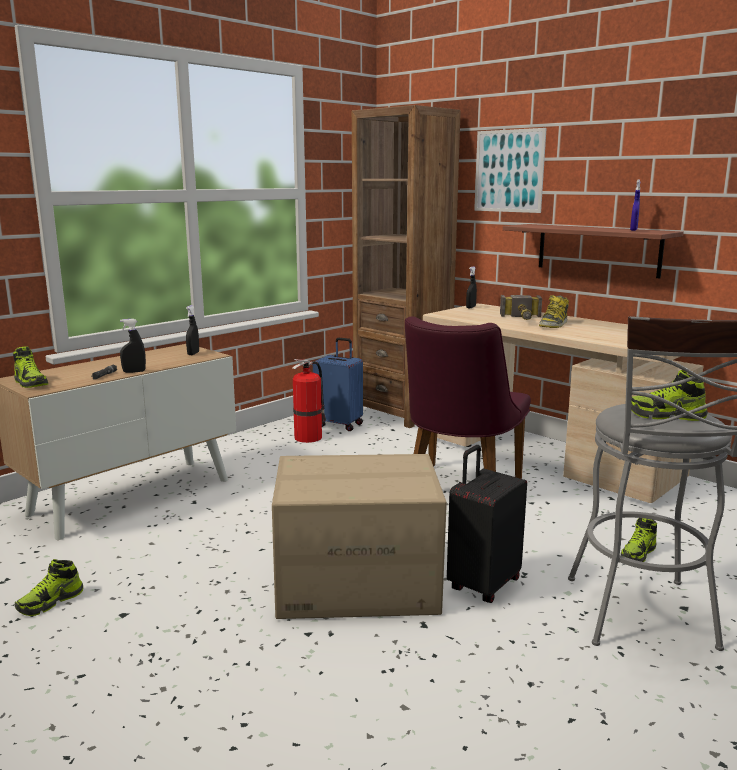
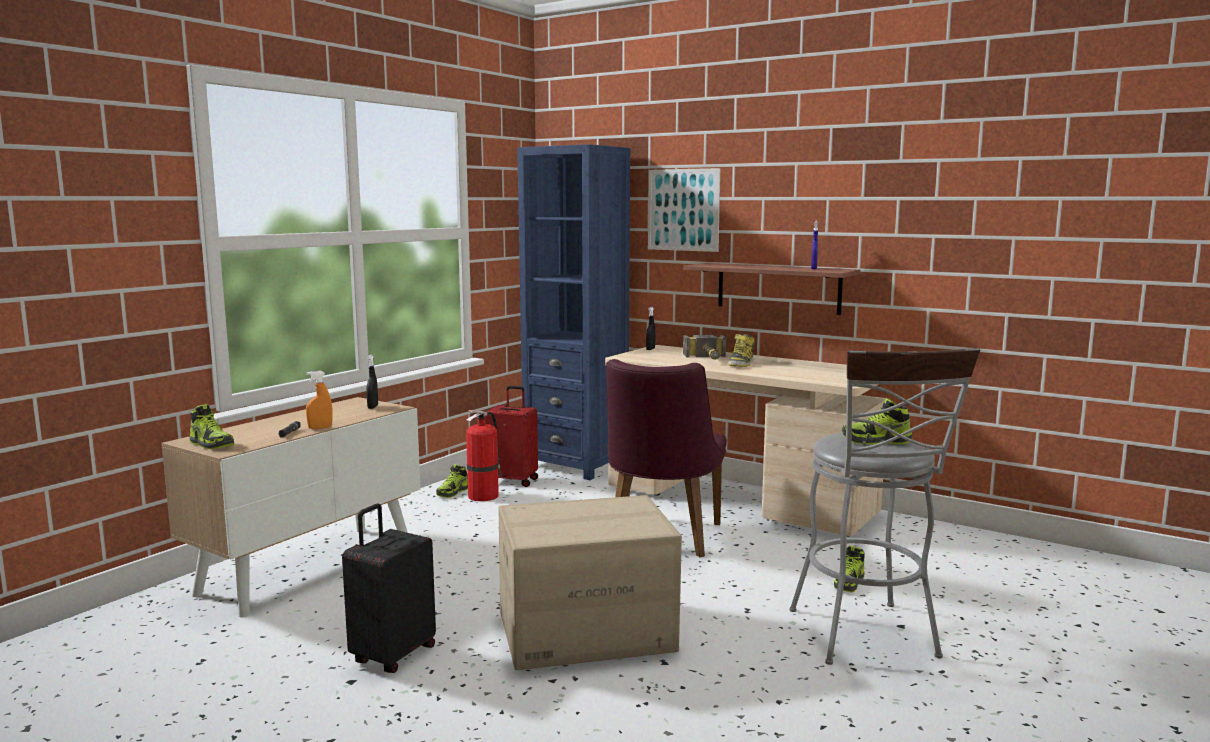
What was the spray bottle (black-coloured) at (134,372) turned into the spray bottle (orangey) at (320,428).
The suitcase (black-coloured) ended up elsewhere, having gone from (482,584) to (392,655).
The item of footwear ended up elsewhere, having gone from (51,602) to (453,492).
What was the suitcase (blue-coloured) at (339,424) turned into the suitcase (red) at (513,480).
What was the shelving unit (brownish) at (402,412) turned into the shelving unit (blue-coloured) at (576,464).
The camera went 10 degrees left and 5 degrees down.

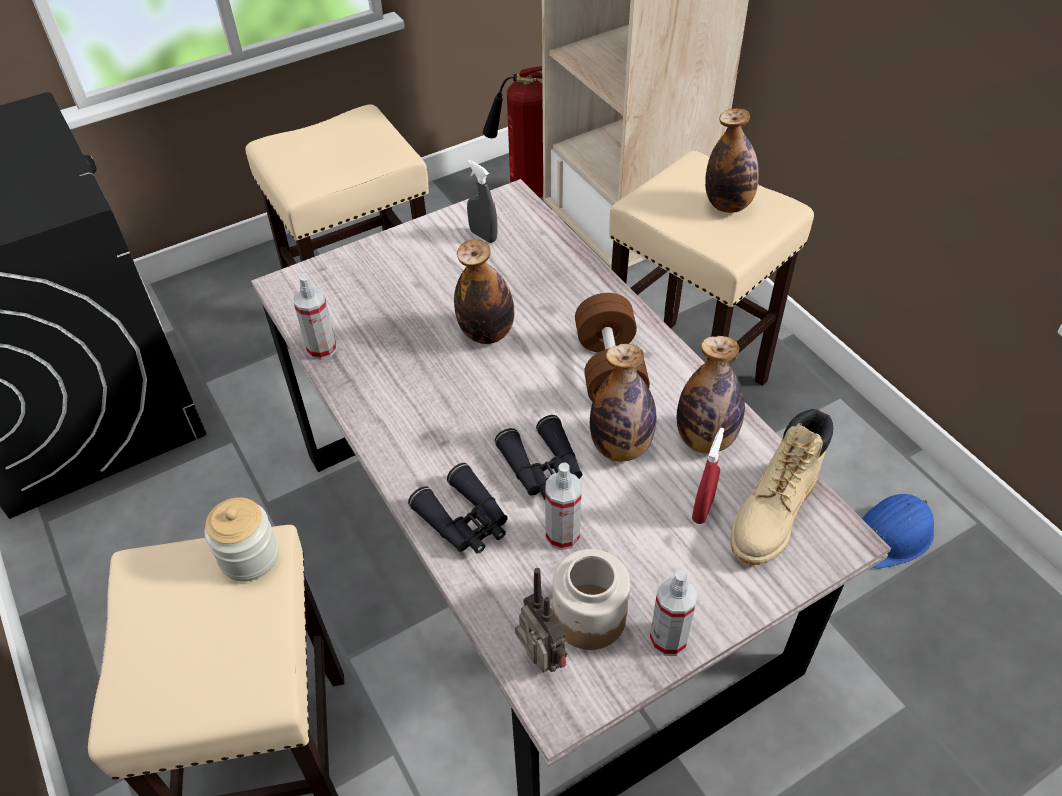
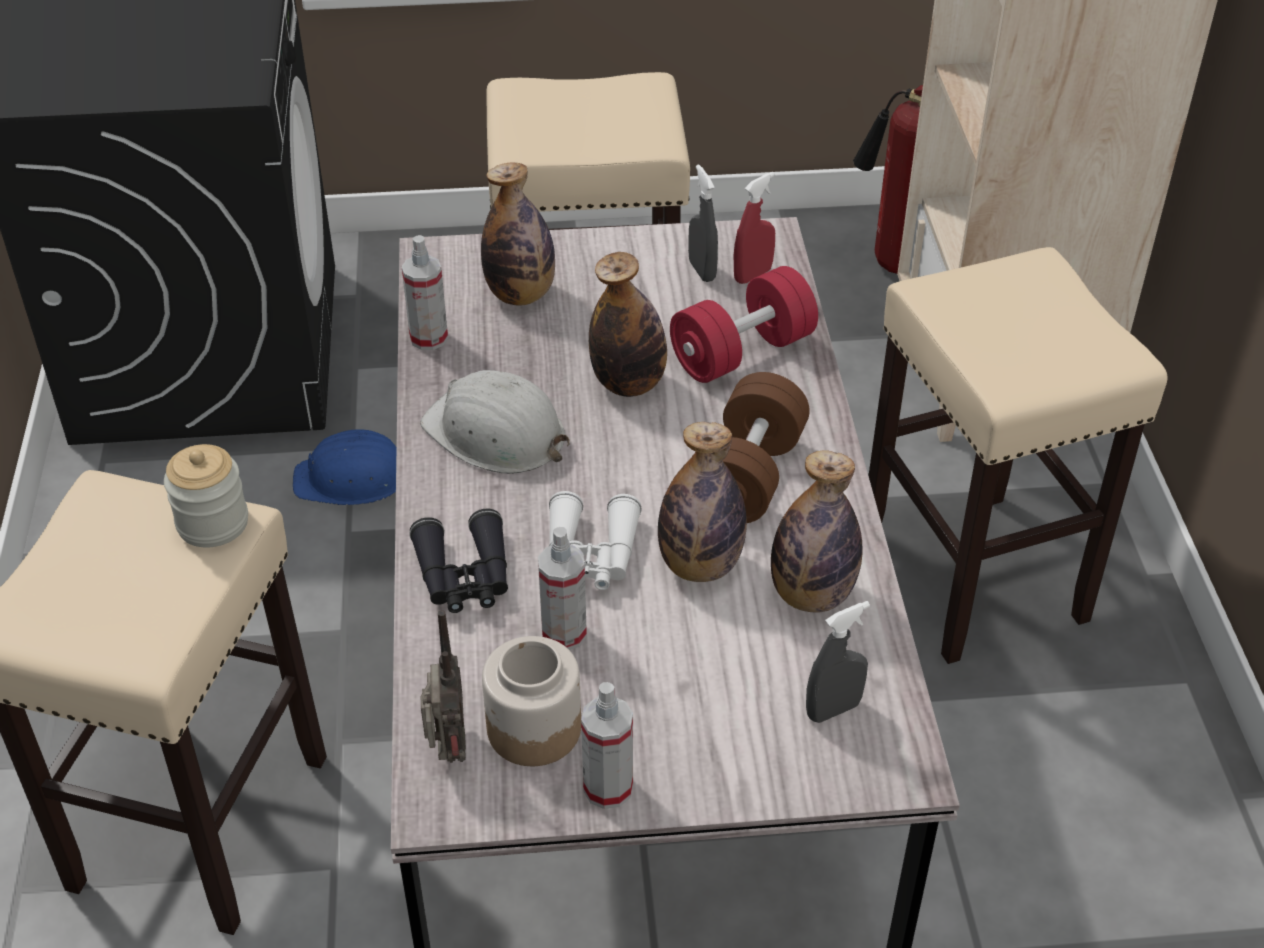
The safety helmet (blue-coloured) ended up elsewhere, having gone from (892,535) to (352,478).
The second view gained the safety helmet (white) at (496,434).
The beverage bottle ended up elsewhere, having gone from (728,205) to (521,295).
What was the pair of binoculars (black-coloured) at (543,469) turned into the pair of binoculars (white) at (591,556).
The second view gained the free weight (red) at (742,352).
The spray bottle (red) ended up elsewhere, having gone from (703,509) to (752,275).
Where the tall boot (beige-coloured) stood at (773,515), the spray bottle (gray) came to stand at (833,710).
The camera went 25 degrees right and 5 degrees down.

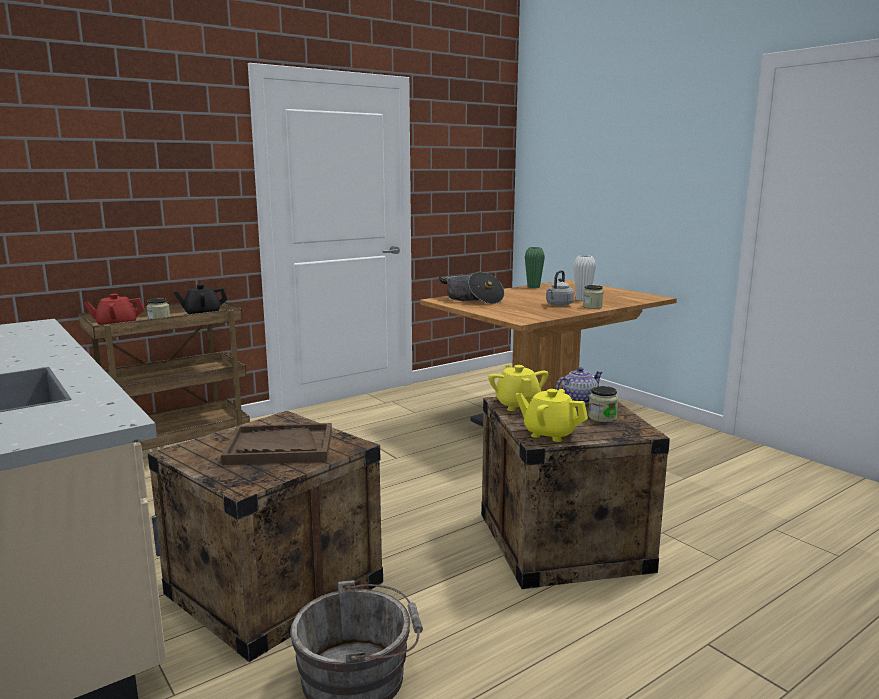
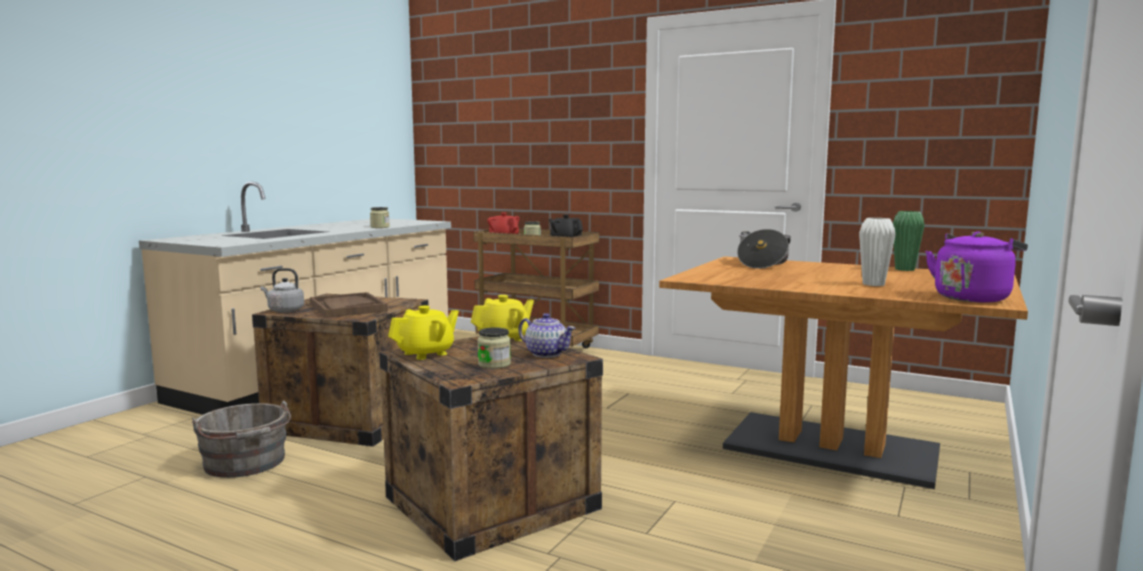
The kettle (gray) ended up elsewhere, having gone from (558,305) to (284,310).
The jar ended up elsewhere, having gone from (592,306) to (380,227).
The teapot (yellow-coloured) at (549,434) ended up facing another way, 45 degrees clockwise from before.
The second view gained the kettle (purplish) at (972,298).
The camera went 65 degrees right and 5 degrees down.

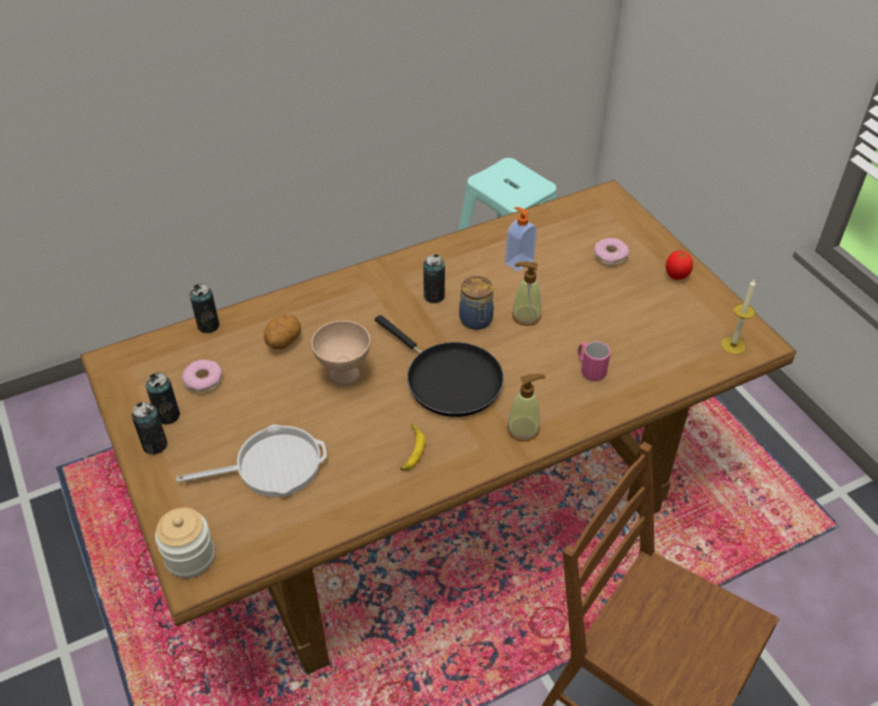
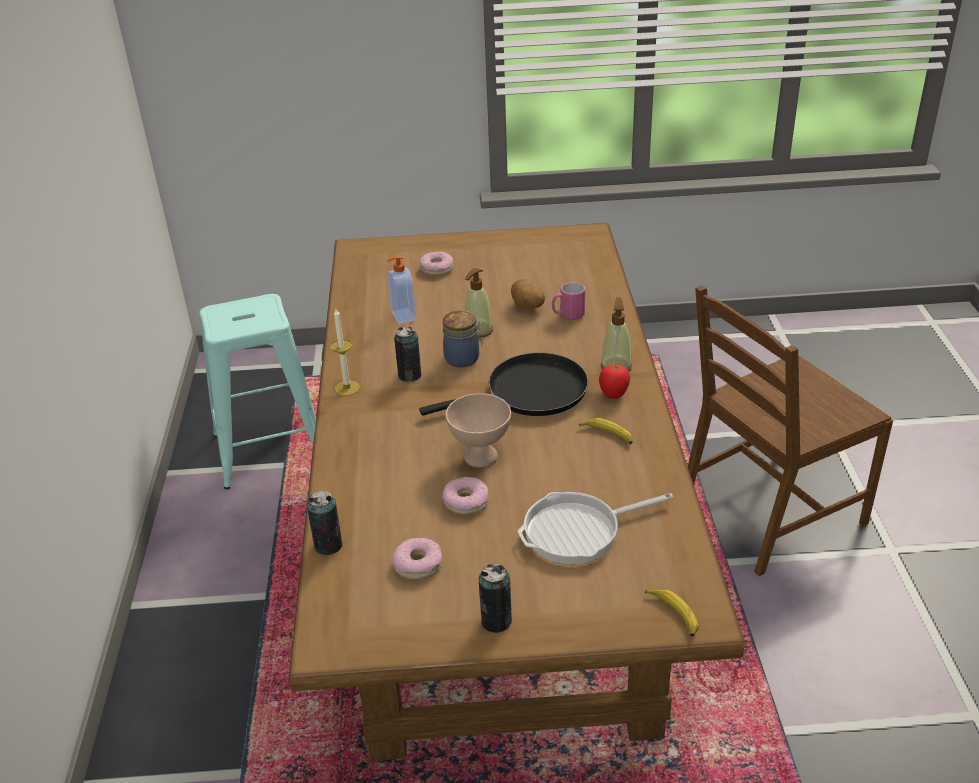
The wax light ended up elsewhere, having gone from (733,346) to (347,388).
The second view gained the doughnut at (466,501).
The spud ended up elsewhere, having gone from (283,342) to (527,307).
The frying pan at (272,466) ended up facing another way, 120 degrees counterclockwise from before.
The fresh tomato ended up elsewhere, having gone from (676,276) to (614,395).
Where the jar stood at (190,557), the whole banana came to stand at (673,615).
The second view lost the metal can at (168,415).
The camera went 65 degrees left and 10 degrees down.

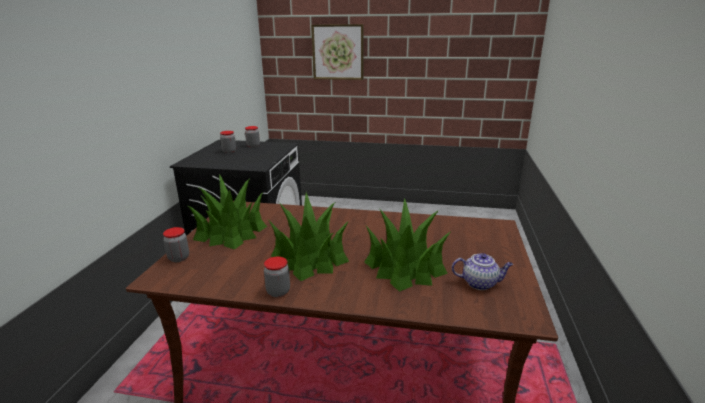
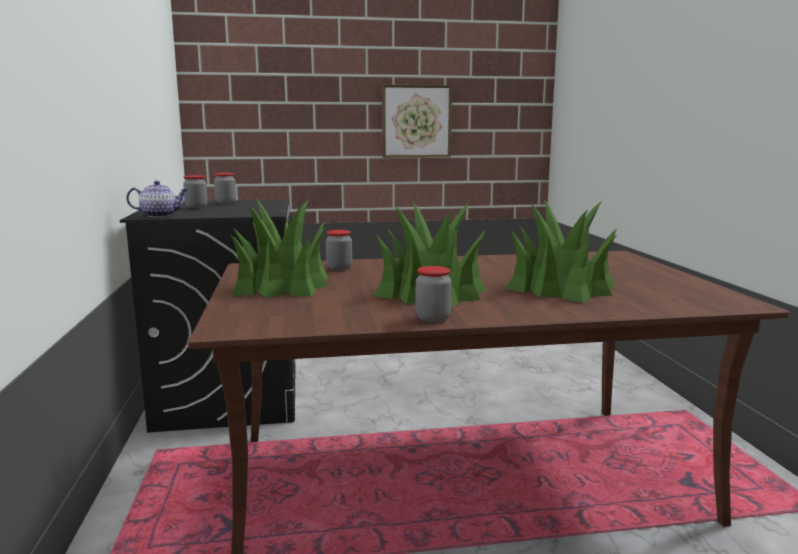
The teapot ended up elsewhere, having gone from (480,283) to (160,215).
The jar ended up elsewhere, having gone from (179,258) to (339,268).
The wall picture ended up elsewhere, having gone from (338,52) to (416,121).
The camera went 20 degrees left and 10 degrees down.

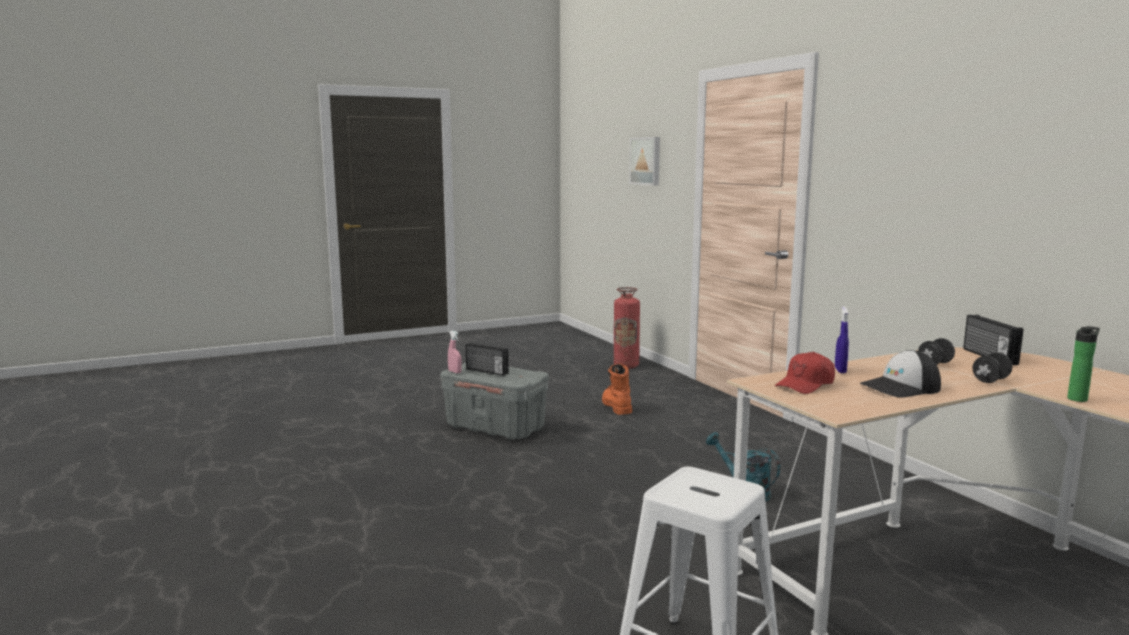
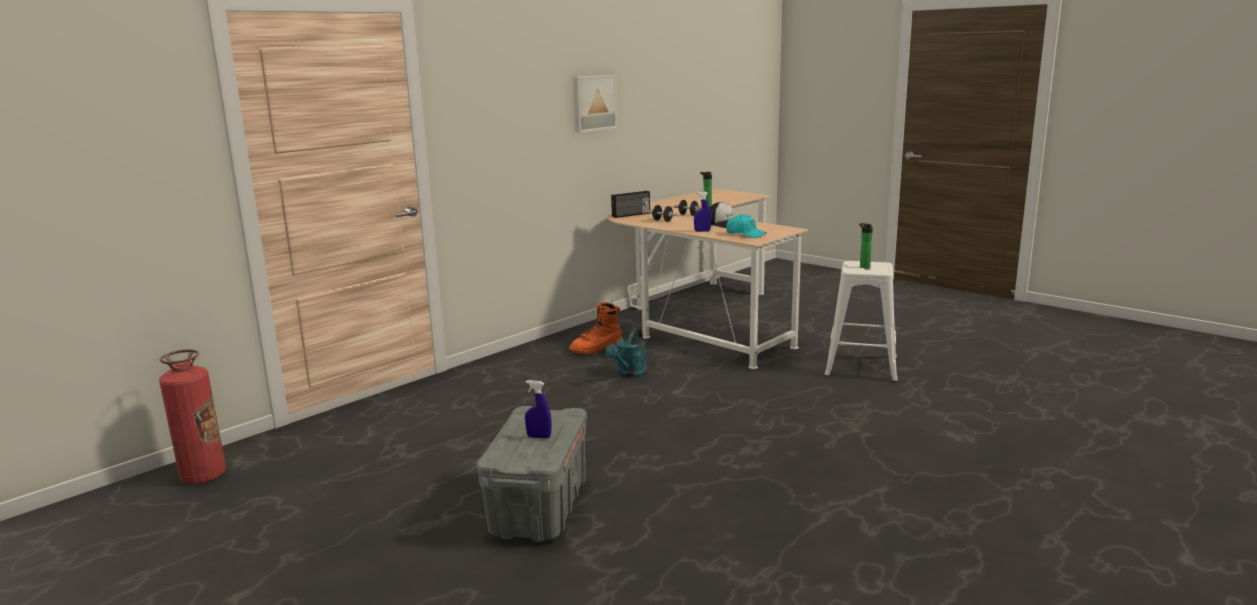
Where the radio stood at (486,371), the spray bottle (blue-coloured) came to stand at (539,437).
The tall boot (orangey) ended up elsewhere, having gone from (616,406) to (597,348).
The wall picture ended up elsewhere, having gone from (646,161) to (593,103).
What was the peaked cap (red) at (806,385) turned into the peaked cap (turquoise) at (745,234).
The second view gained the beverage bottle at (864,266).
The second view lost the spray bottle (pinkish) at (455,372).
The camera went 110 degrees left and 5 degrees up.

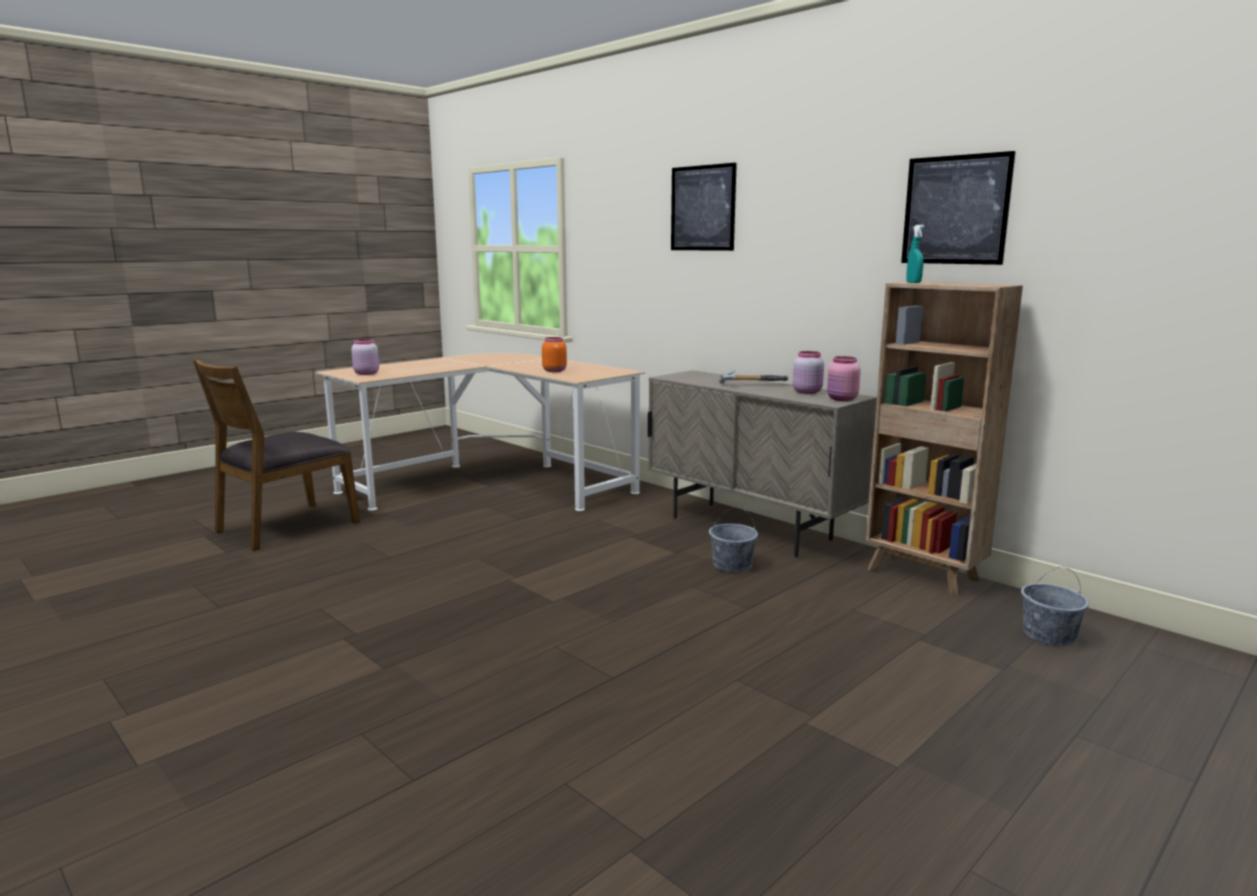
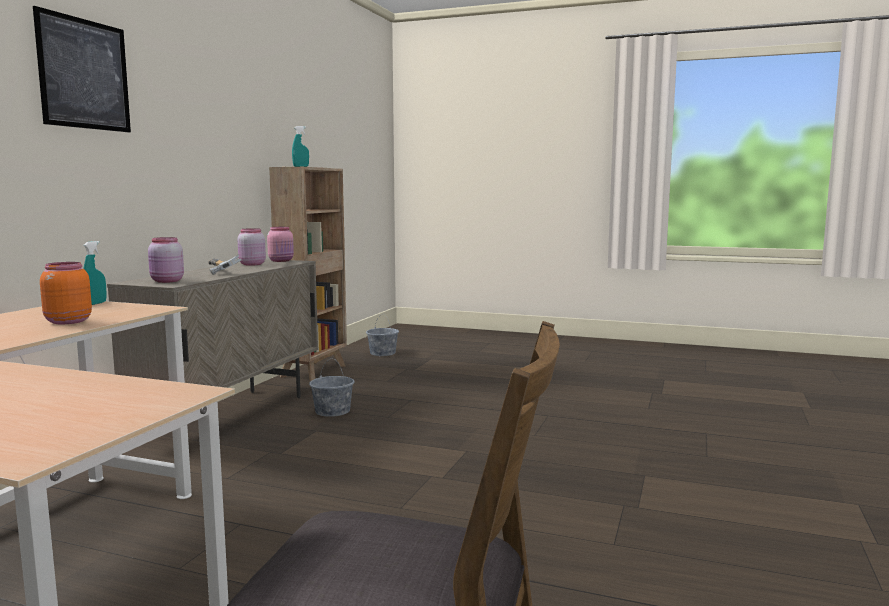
The second view gained the spray bottle (turquoise) at (95,303).
The jar (pinkish) ended up elsewhere, having gone from (366,373) to (166,281).
The second view lost the wall picture at (955,210).
The camera went 115 degrees left and 5 degrees down.

